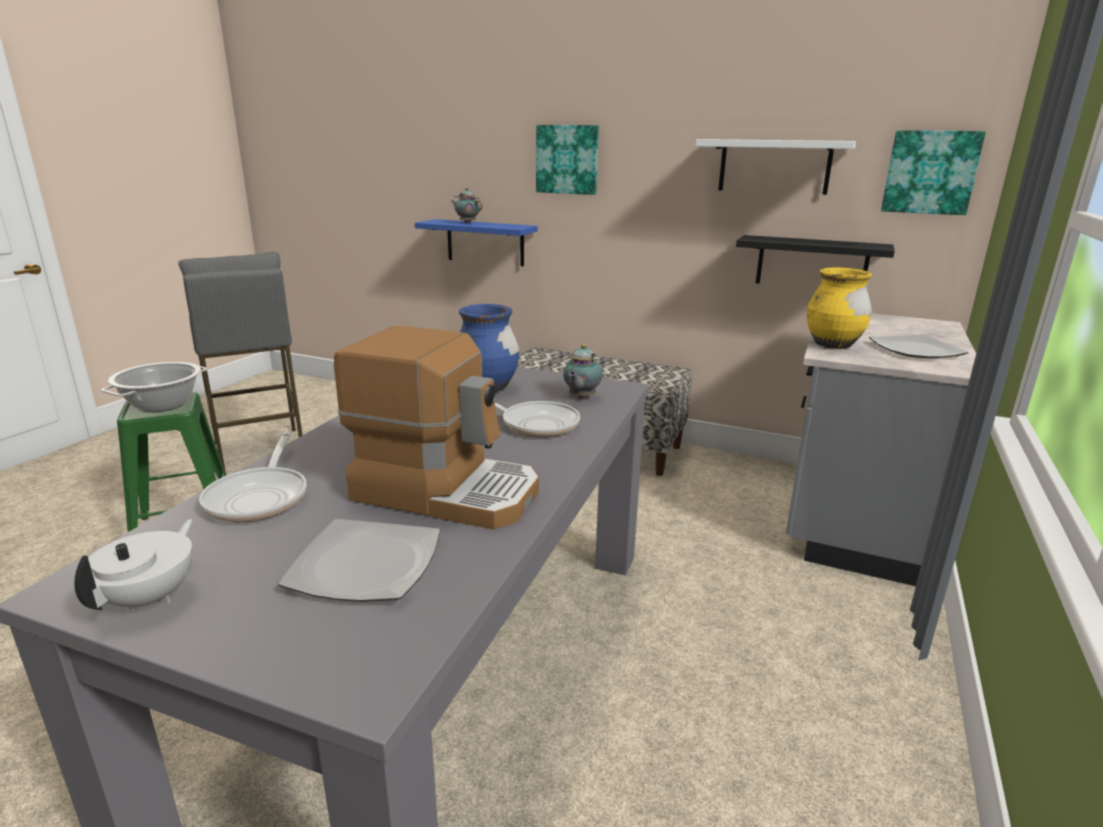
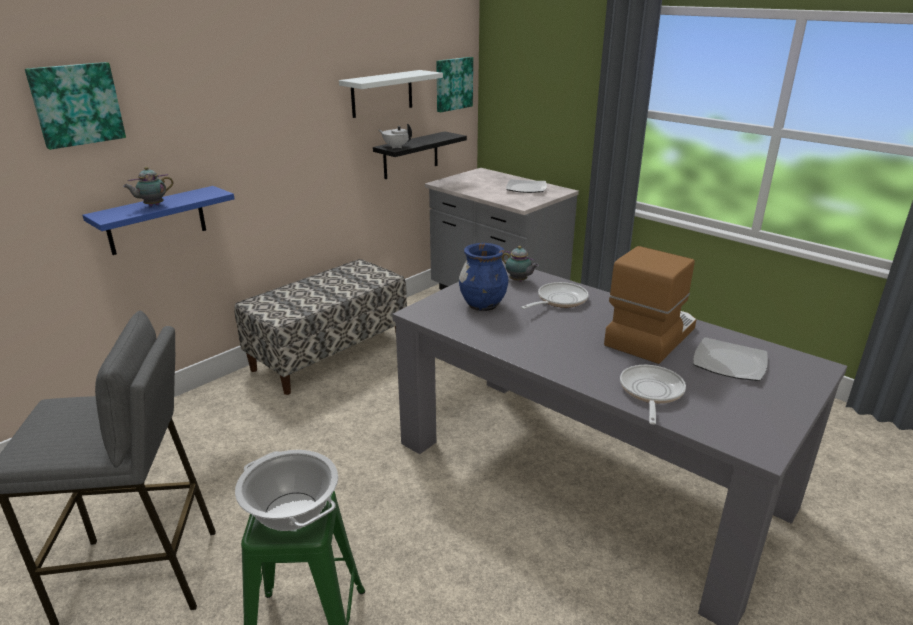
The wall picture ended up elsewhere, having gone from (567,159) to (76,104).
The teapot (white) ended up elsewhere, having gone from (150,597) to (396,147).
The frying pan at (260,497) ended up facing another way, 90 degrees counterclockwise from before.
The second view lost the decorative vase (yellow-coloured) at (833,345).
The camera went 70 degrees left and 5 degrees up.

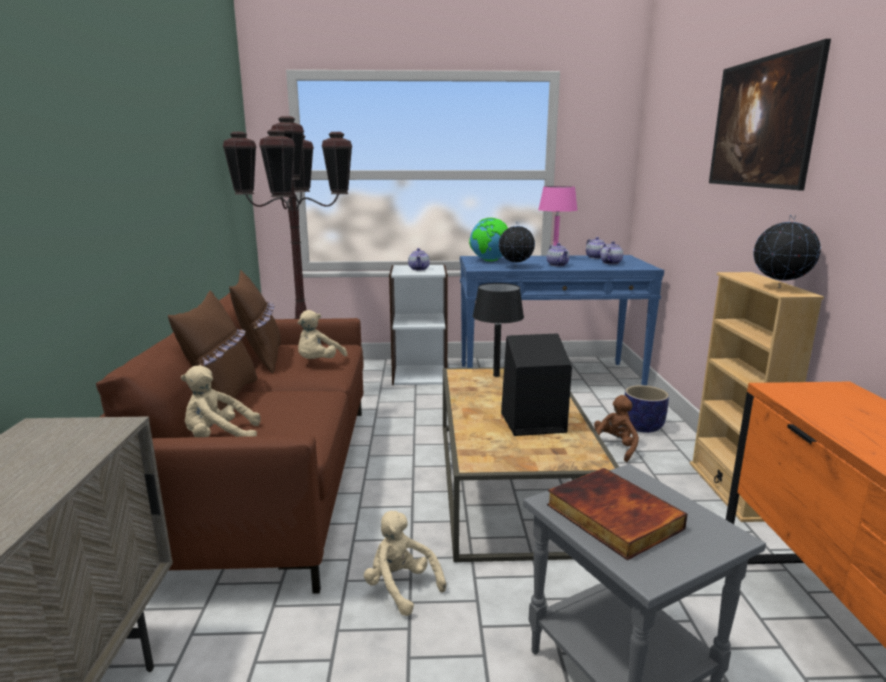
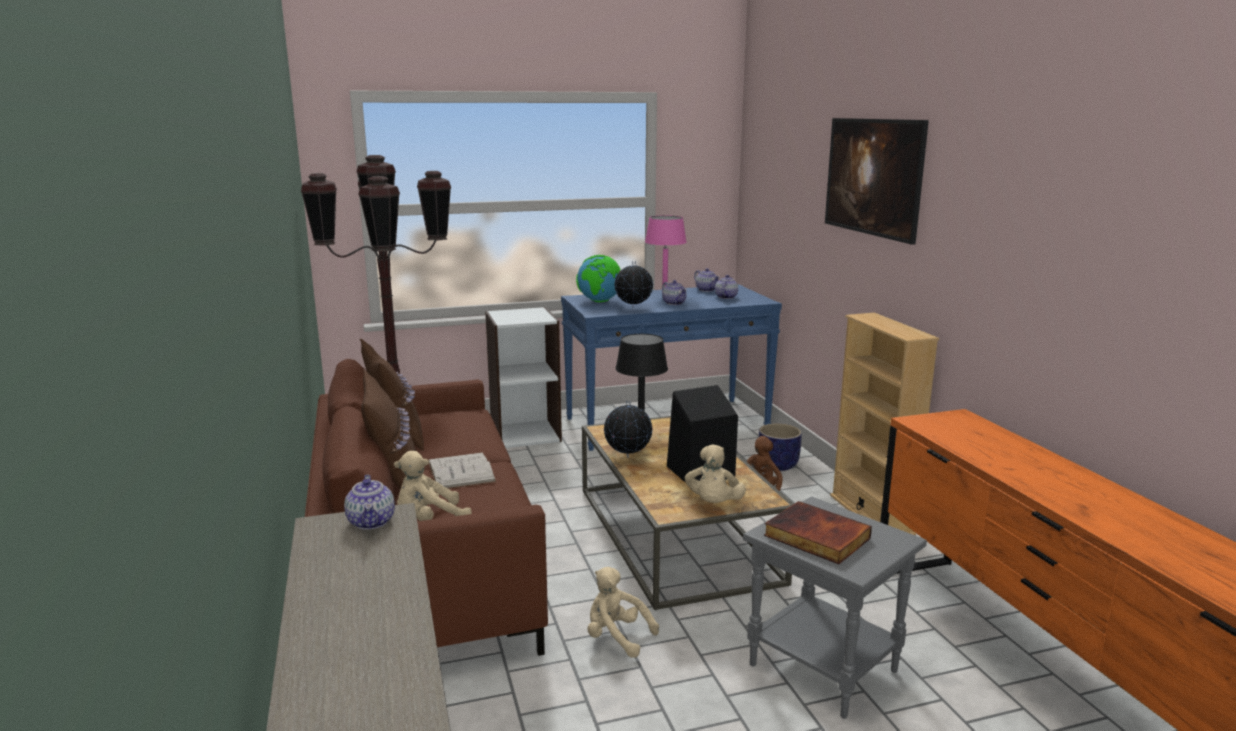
The teapot ended up elsewhere, having gone from (419,269) to (372,522).
The second view gained the bound book (white) at (461,471).
The globe ended up elsewhere, having gone from (780,288) to (628,458).
The cuddly toy (beige-coloured) ended up elsewhere, having gone from (318,362) to (713,504).
The camera went 15 degrees left and 0 degrees up.

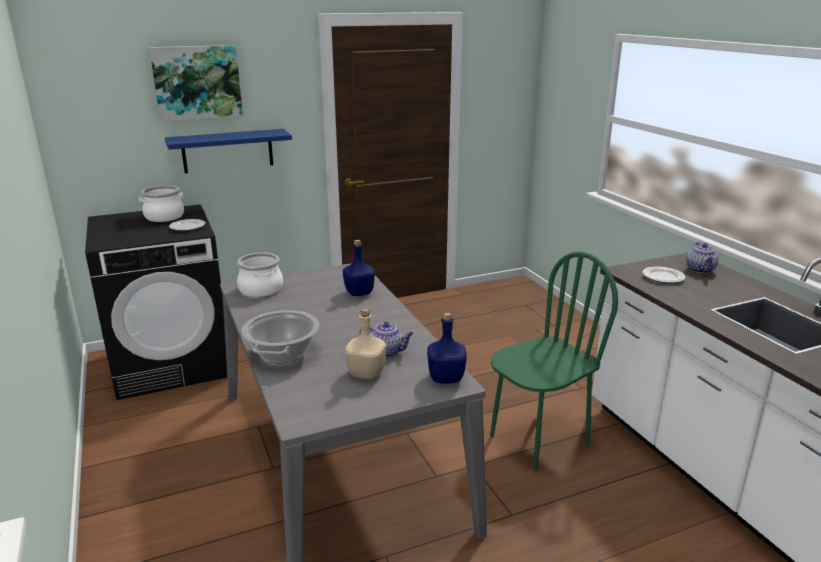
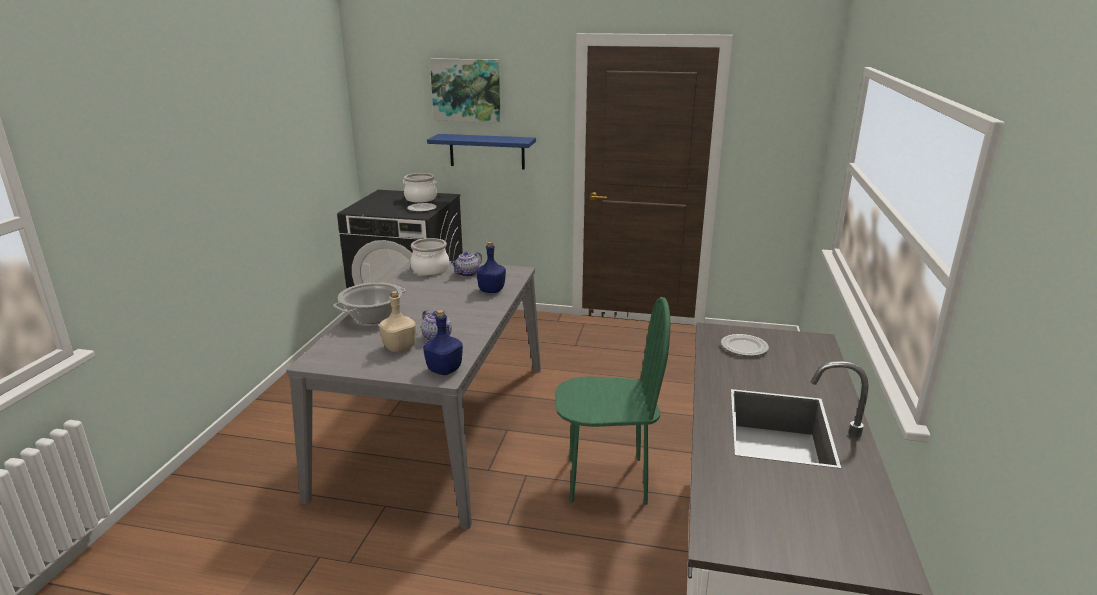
The teapot ended up elsewhere, having gone from (701,270) to (467,274).
The camera went 35 degrees right and 0 degrees up.

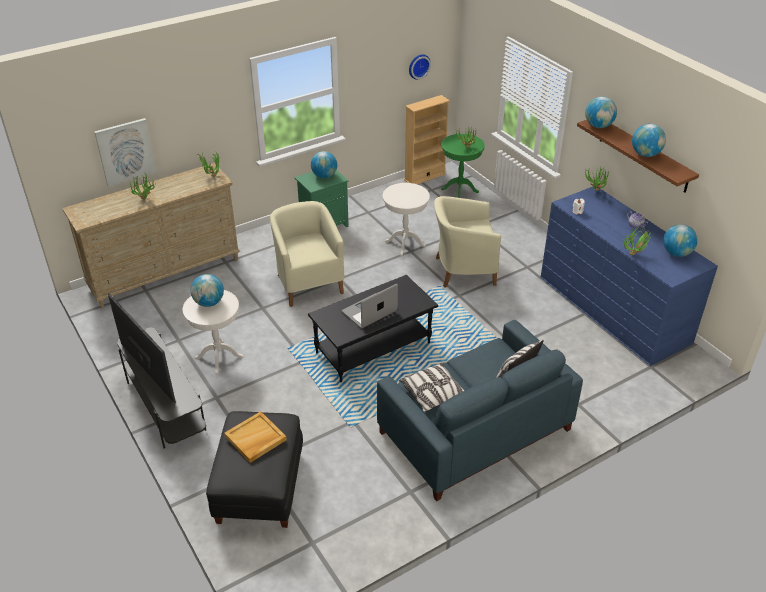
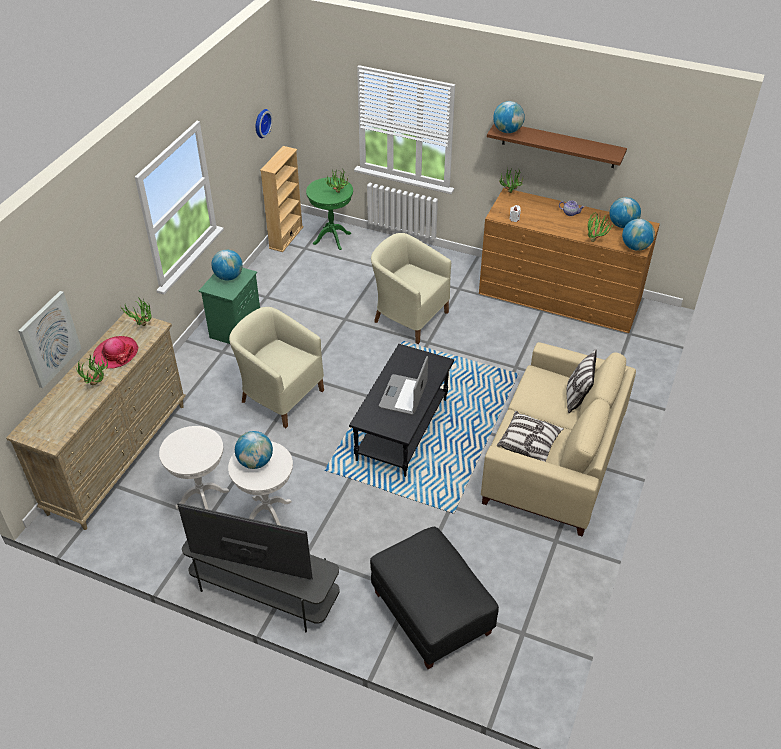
The second view gained the clothing hat at (116,353).
The end table (white) ended up elsewhere, having gone from (405,243) to (202,499).
The armchair (beige-coloured) at (463,270) ended up facing another way, 75 degrees clockwise from before.
What was the chest of drawers (blue-coloured) at (613,309) turned into the chest of drawers (brownish) at (560,296).
What was the settee (blue-coloured) at (473,430) turned into the settee (beige-coloured) at (553,459).
The globe ended up elsewhere, having gone from (645,154) to (635,247).
The second view lost the serving tray (beige-coloured) at (255,439).
The camera went 35 degrees left and 5 degrees up.

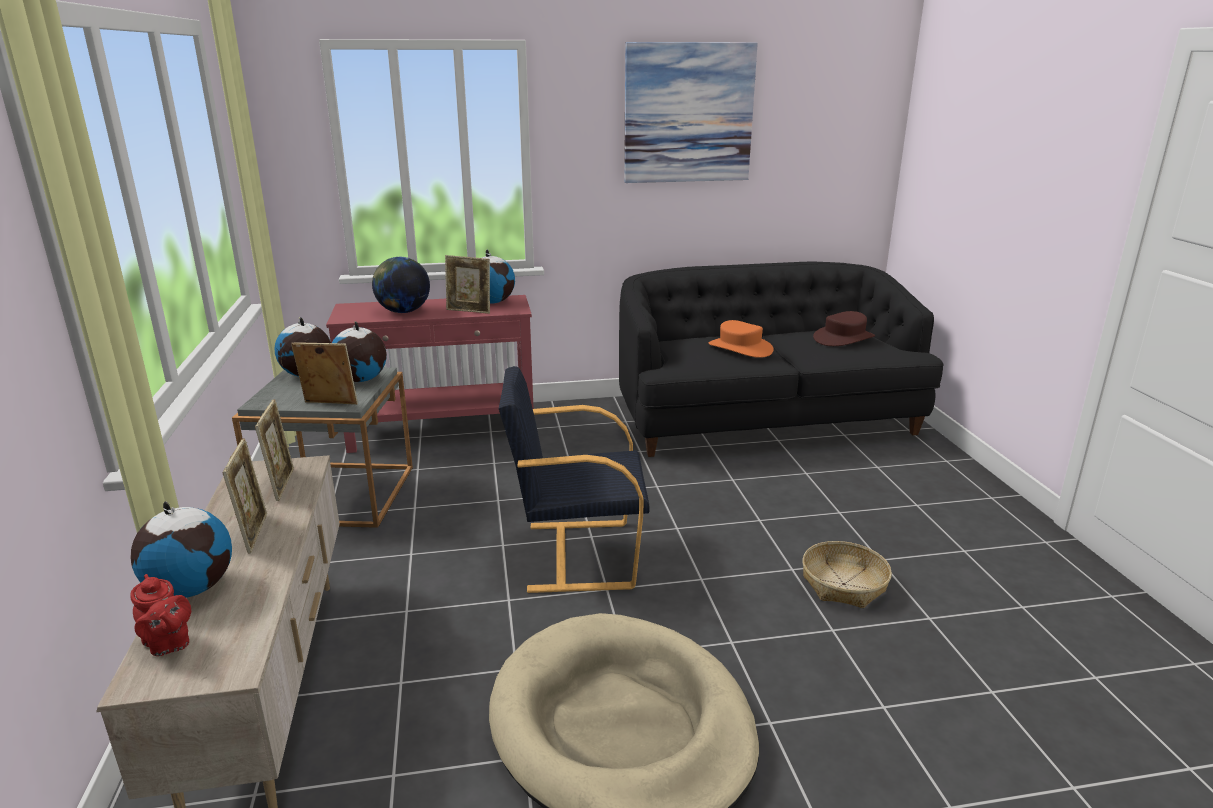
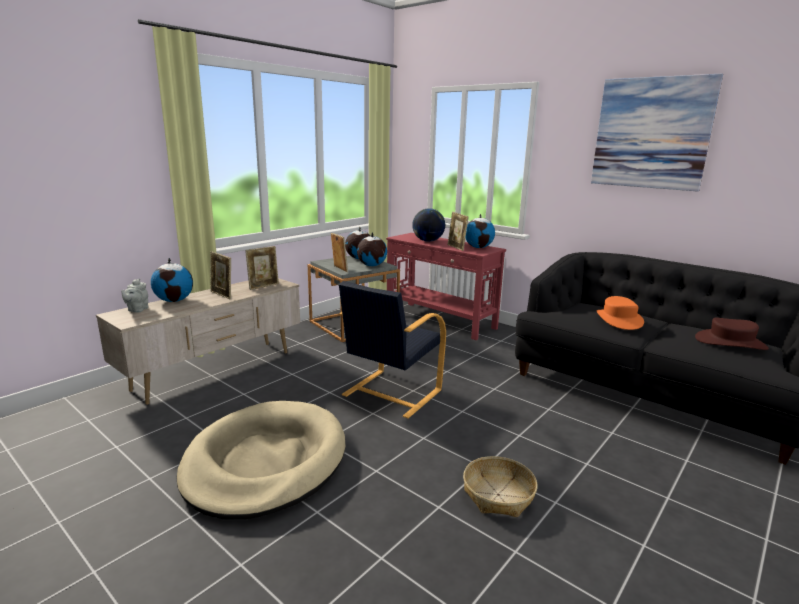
What was the teapot (red) at (168,644) turned into the teapot (gray) at (137,310).
The photo frame at (254,533) ended up facing another way, 90 degrees clockwise from before.
The armchair (black-coloured) at (576,554) ended up facing another way, 105 degrees counterclockwise from before.
The camera went 50 degrees right and 5 degrees down.

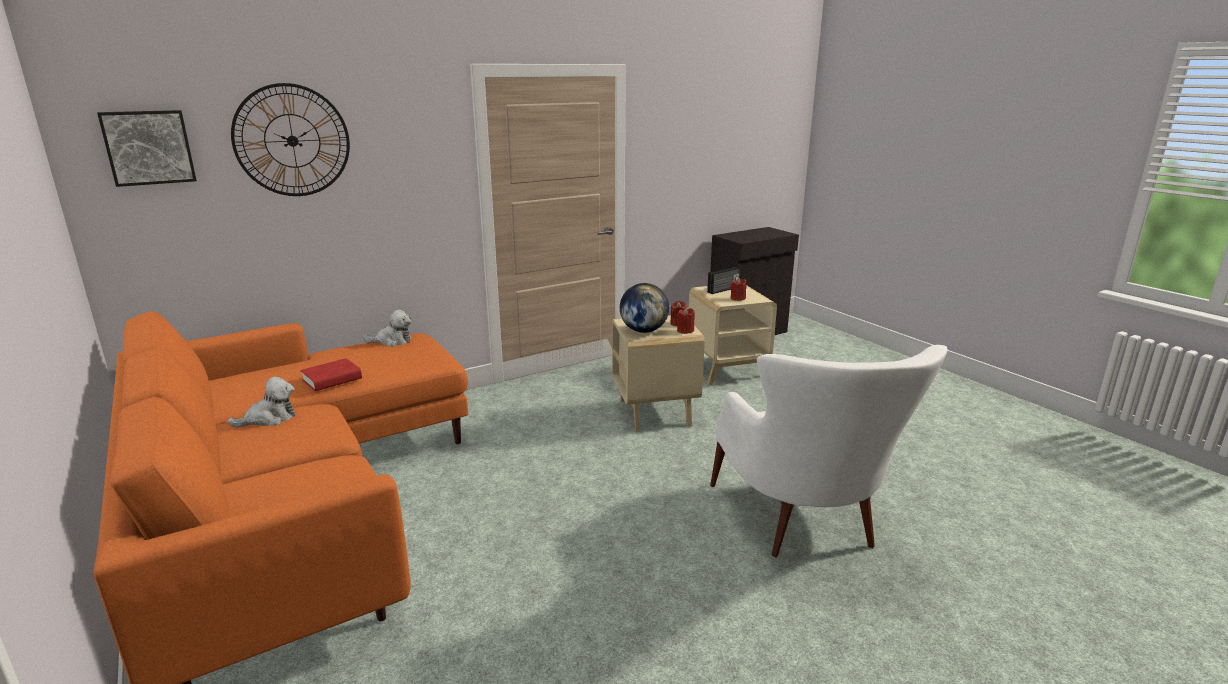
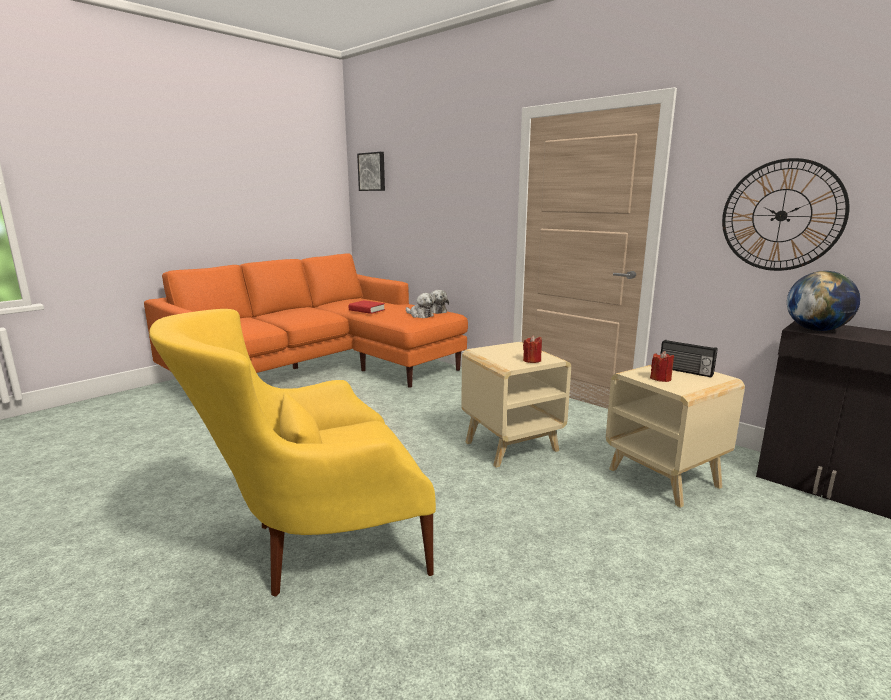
What was the armchair (white) at (807,526) turned into the armchair (yellow-coloured) at (313,546).
The cuddly toy ended up elsewhere, having gone from (269,419) to (420,315).
The wall clock ended up elsewhere, having gone from (292,141) to (781,215).
The globe ended up elsewhere, having gone from (643,331) to (816,330).
The second view lost the wax light (red) at (685,331).
The camera went 75 degrees right and 5 degrees down.

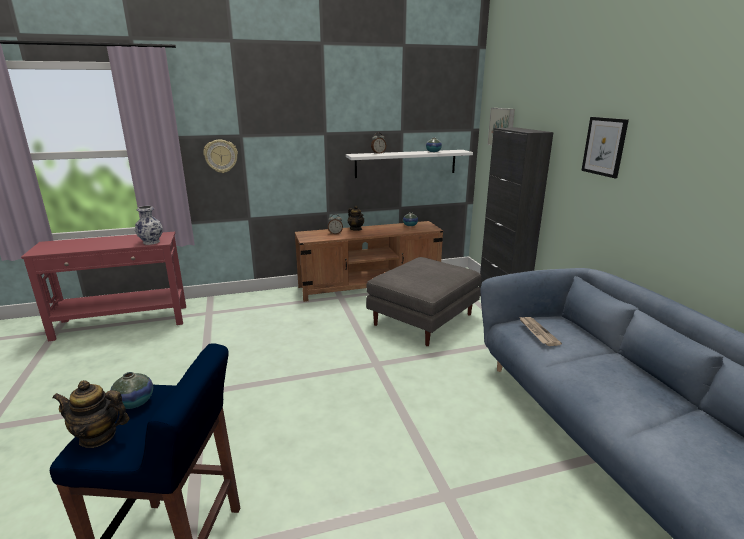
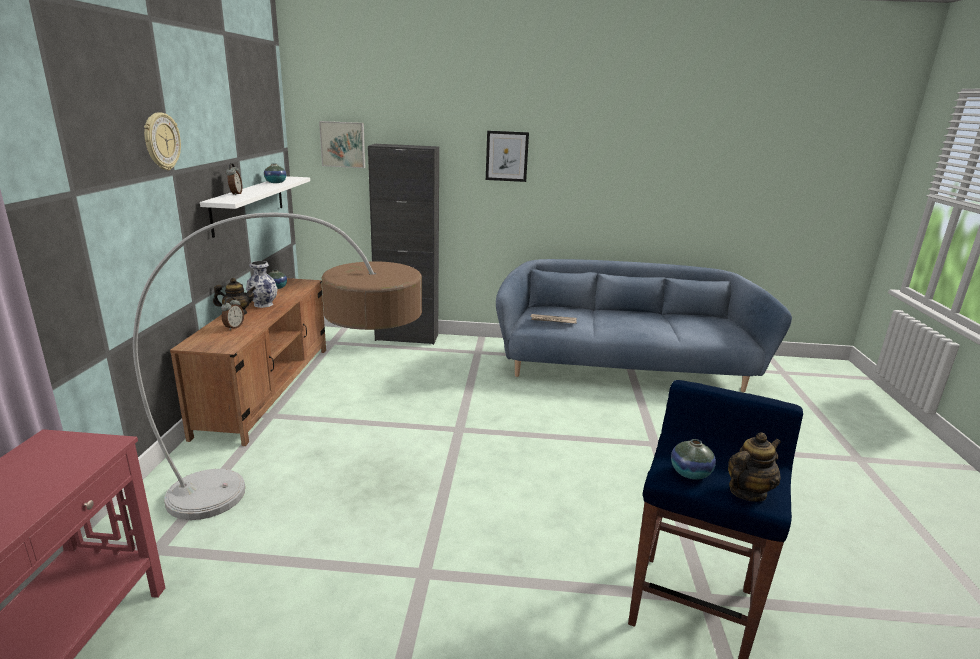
The second view gained the standing lamp at (310,487).
The wall clock ended up elsewhere, having gone from (221,156) to (161,141).
The decorative vase ended up elsewhere, having gone from (150,242) to (263,304).
The teapot at (98,436) ended up facing another way, 150 degrees counterclockwise from before.
The second view lost the footrest (gray) at (423,320).
The camera went 70 degrees left and 0 degrees up.

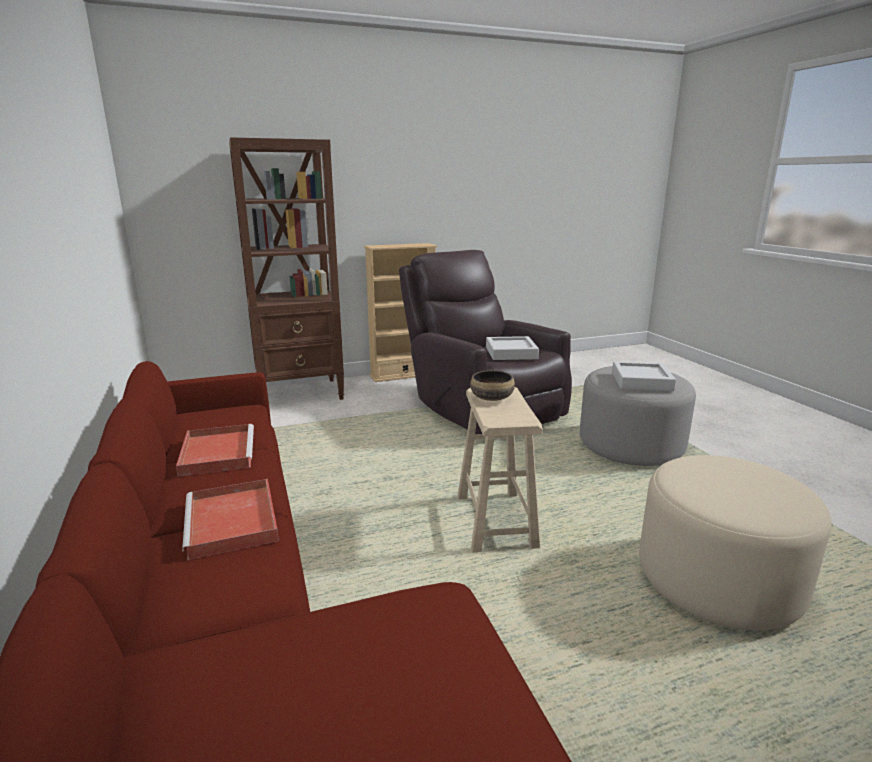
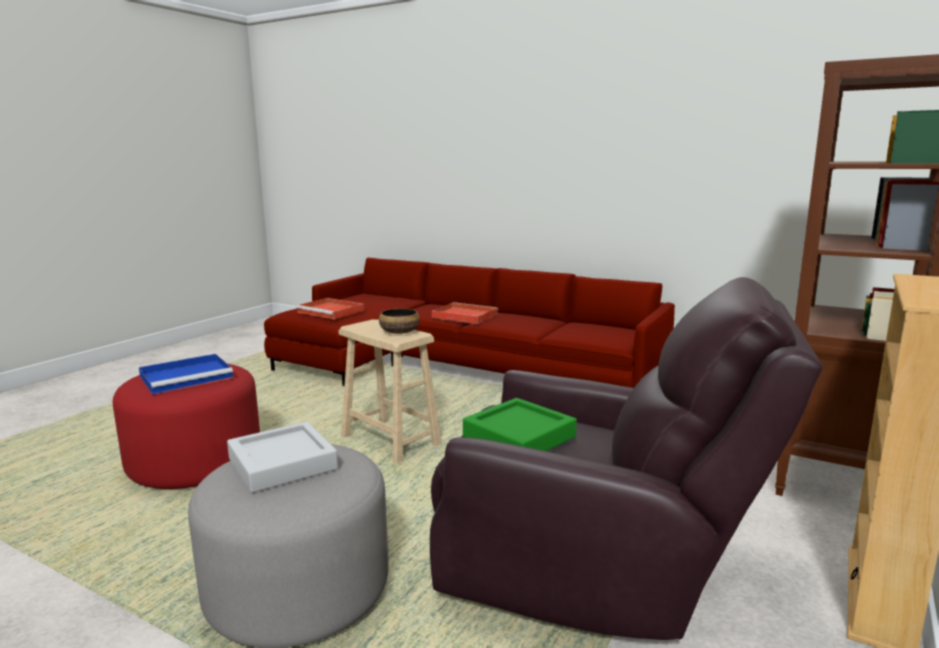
What was the footrest (beige-coloured) at (718,580) turned into the footrest (red) at (195,462).
The second view gained the serving tray (blue-coloured) at (188,377).
The serving tray (red) ended up elsewhere, having gone from (217,452) to (331,311).
What was the serving tray (gray) at (511,353) turned into the serving tray (greenish) at (519,436).
The camera went 140 degrees right and 5 degrees down.

